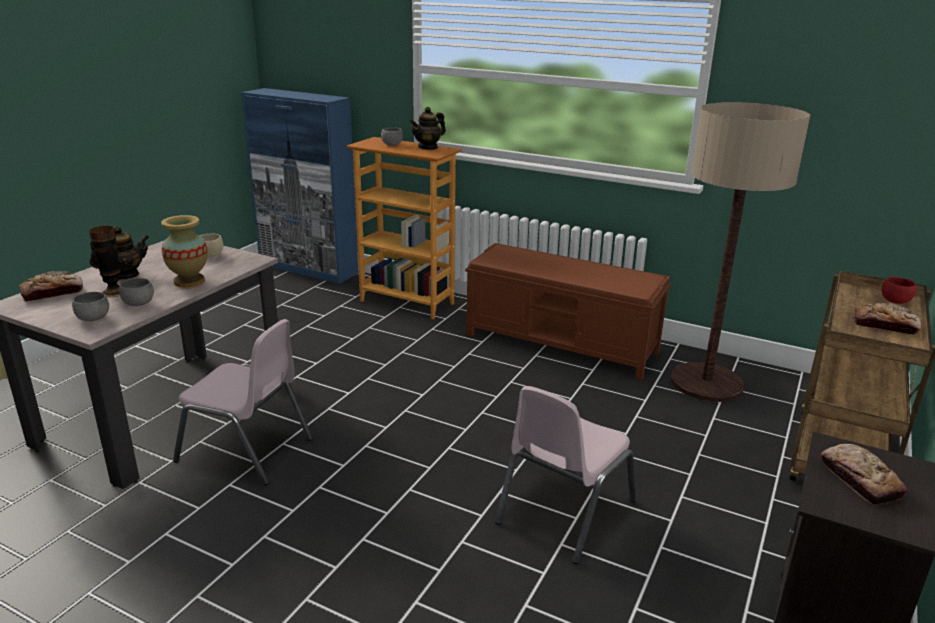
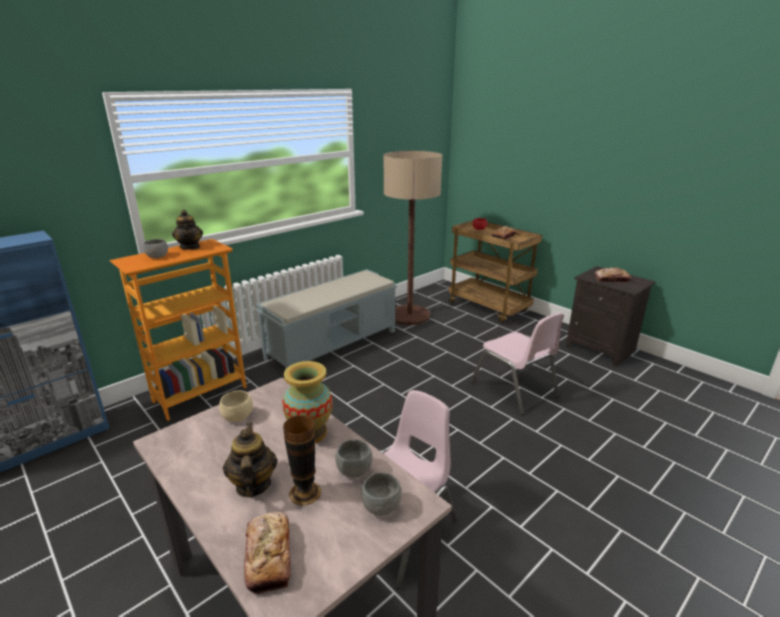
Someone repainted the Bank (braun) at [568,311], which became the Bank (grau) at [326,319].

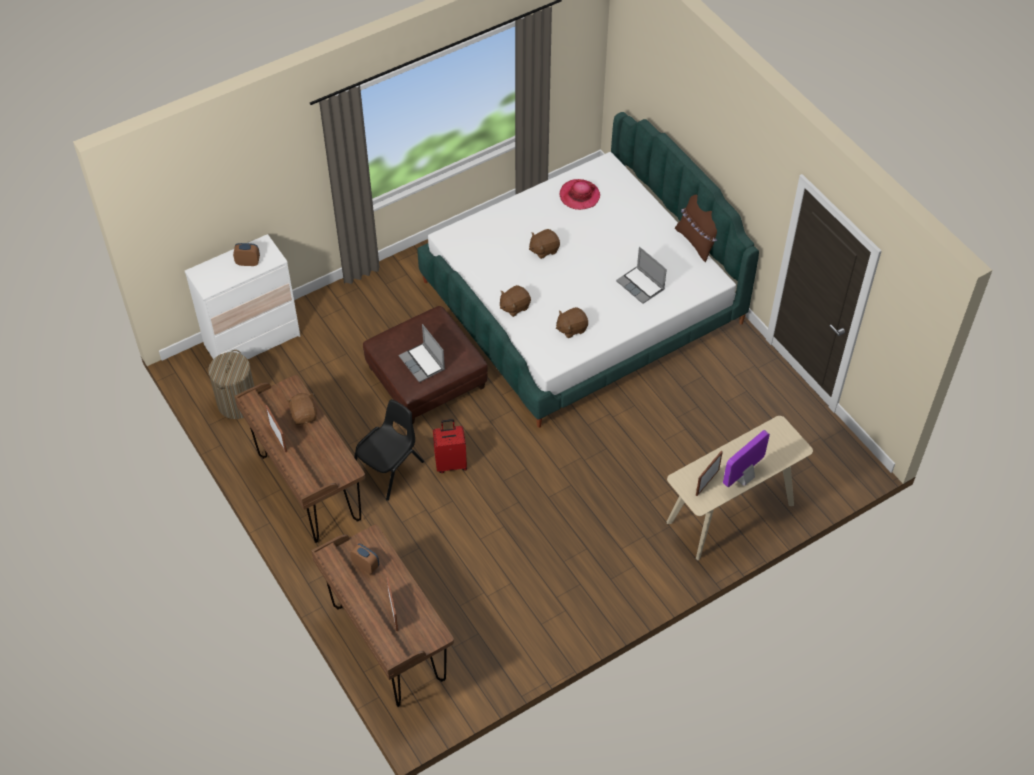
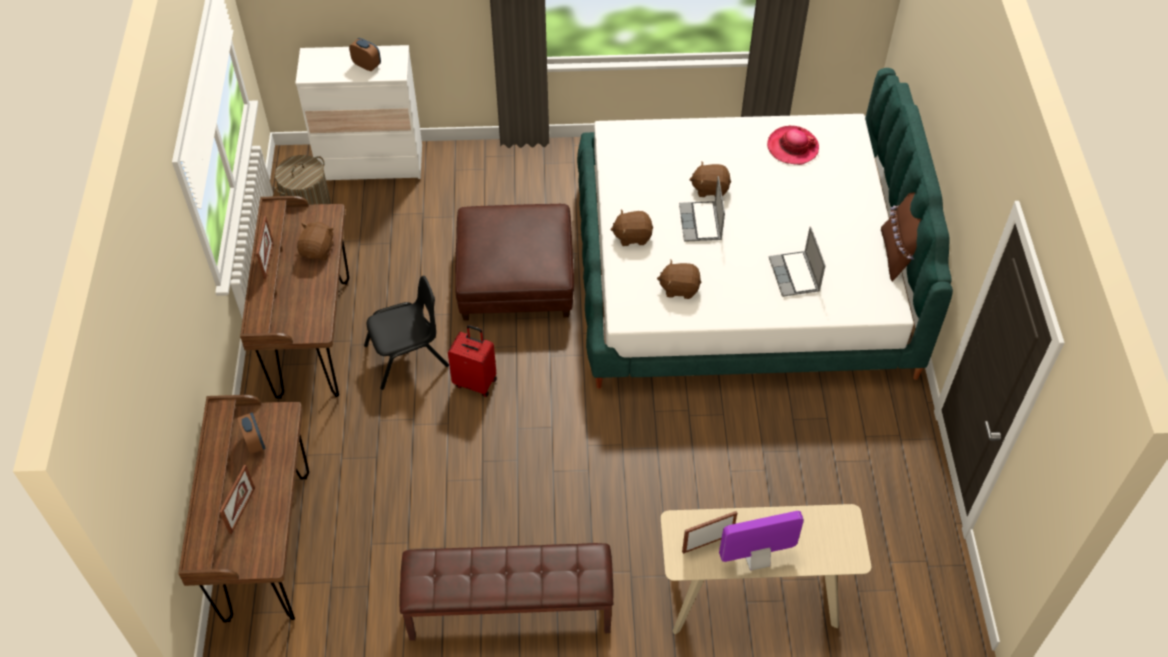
Someone carried the Laptop from [422,353] to [702,209].
Someone put down the Bank (braun) at [506,592].

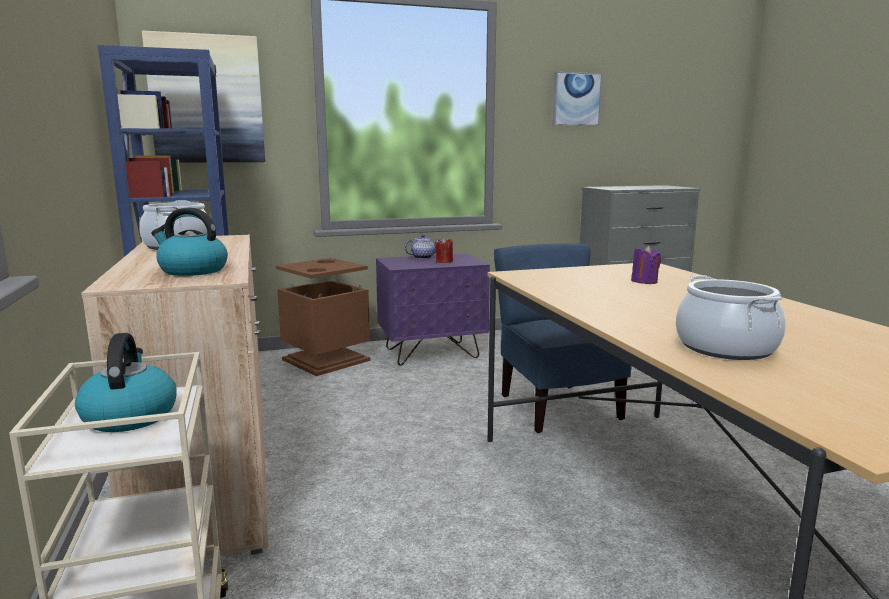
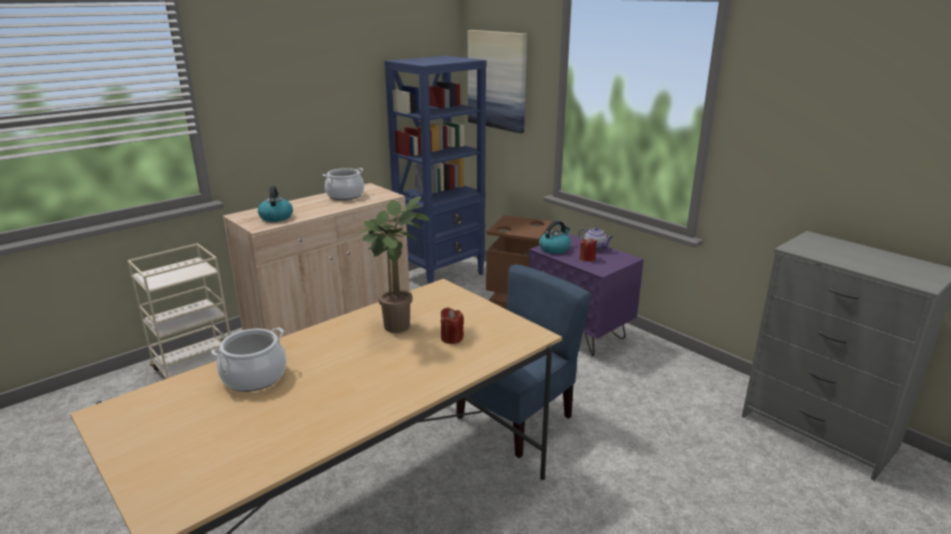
Someone took away the Bild at [577,99].
Someone repainted the Kerze (lila) at [646,264], which became the Kerze (rot) at [452,325].
Someone carried the Wasserkessel from [126,382] to [555,237].
Someone put down the Topfpflanze at [394,264].

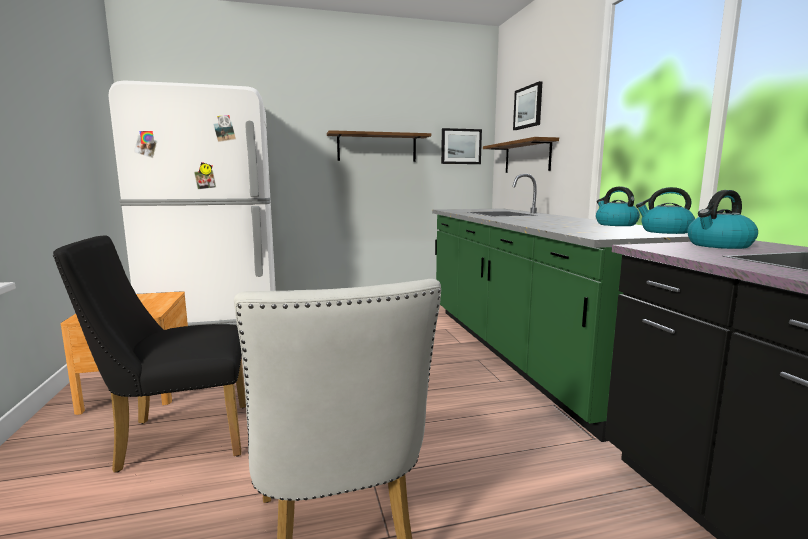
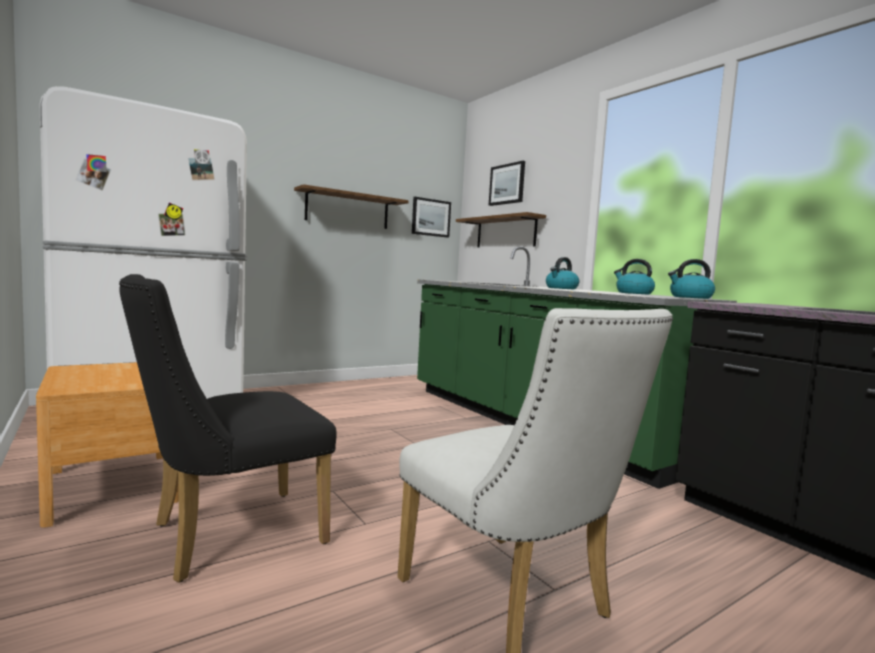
Someone carried the Wasserkessel from [722,219] to [562,273].

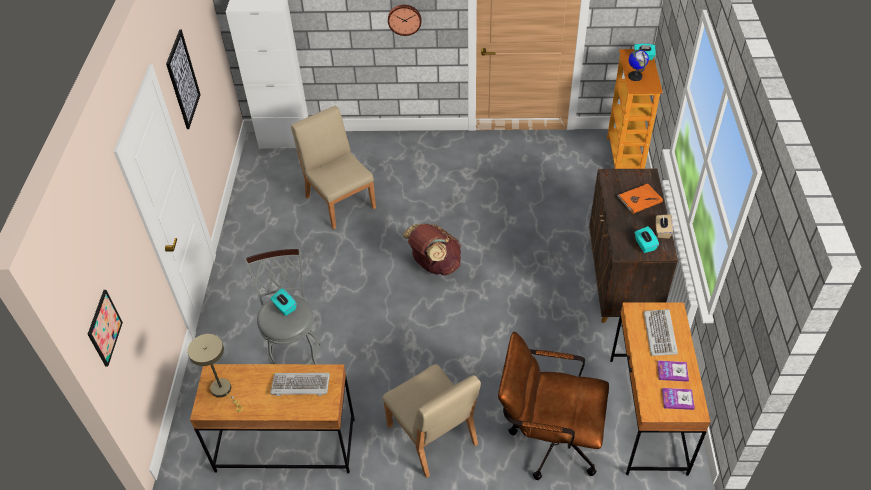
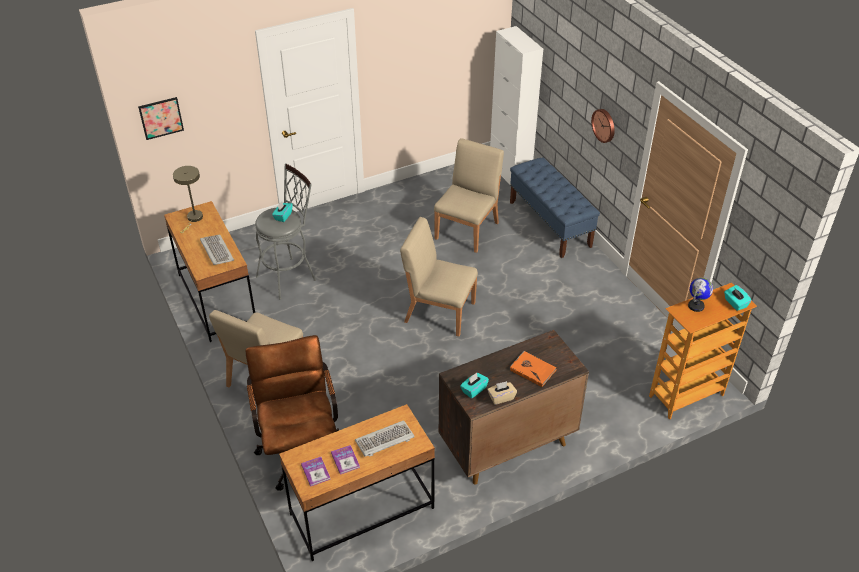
Someone took away the Bild at [183,79].
Someone swapped the Rucksack (braun) at [431,249] for the Stuhl (beige) at [439,276].
Someone put down the Bank (blau) at [555,207].

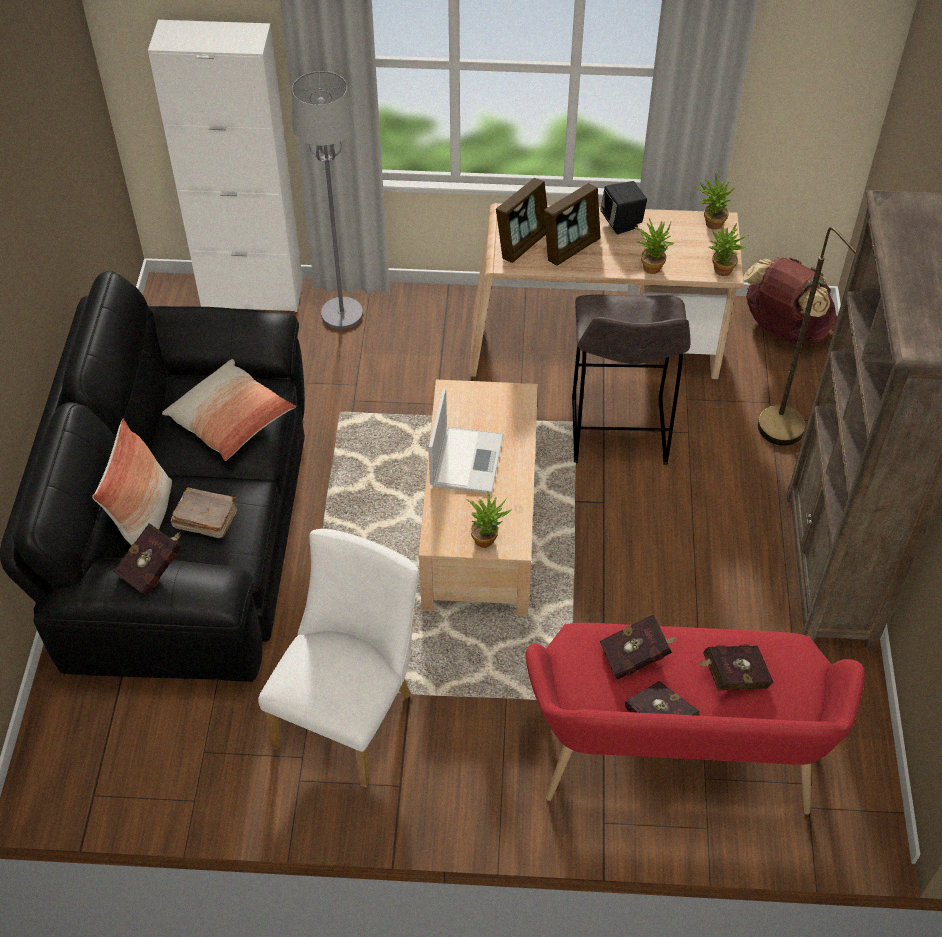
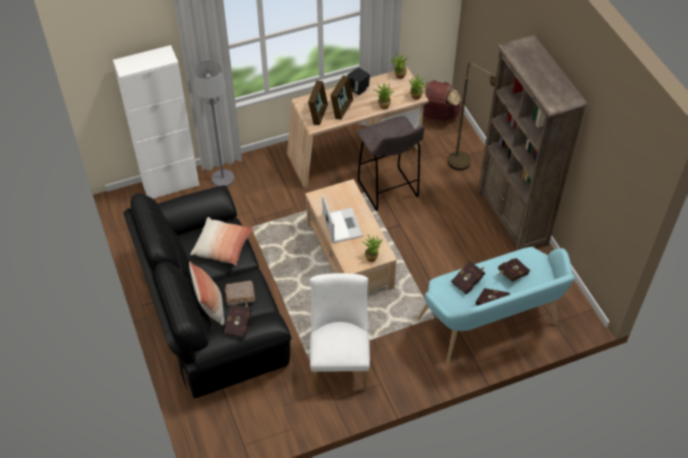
Someone repainted the Bank (rot) at [695,719], which became the Bank (türkis) at [496,305].

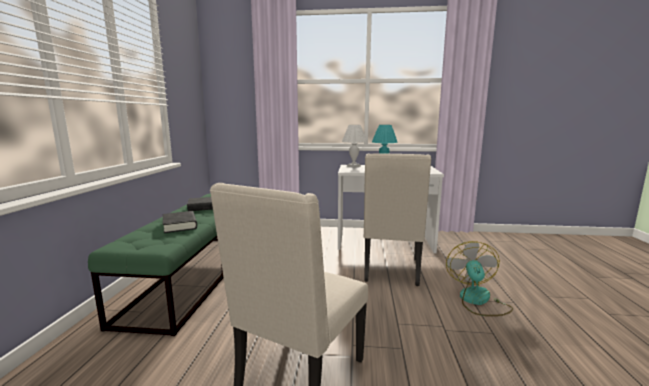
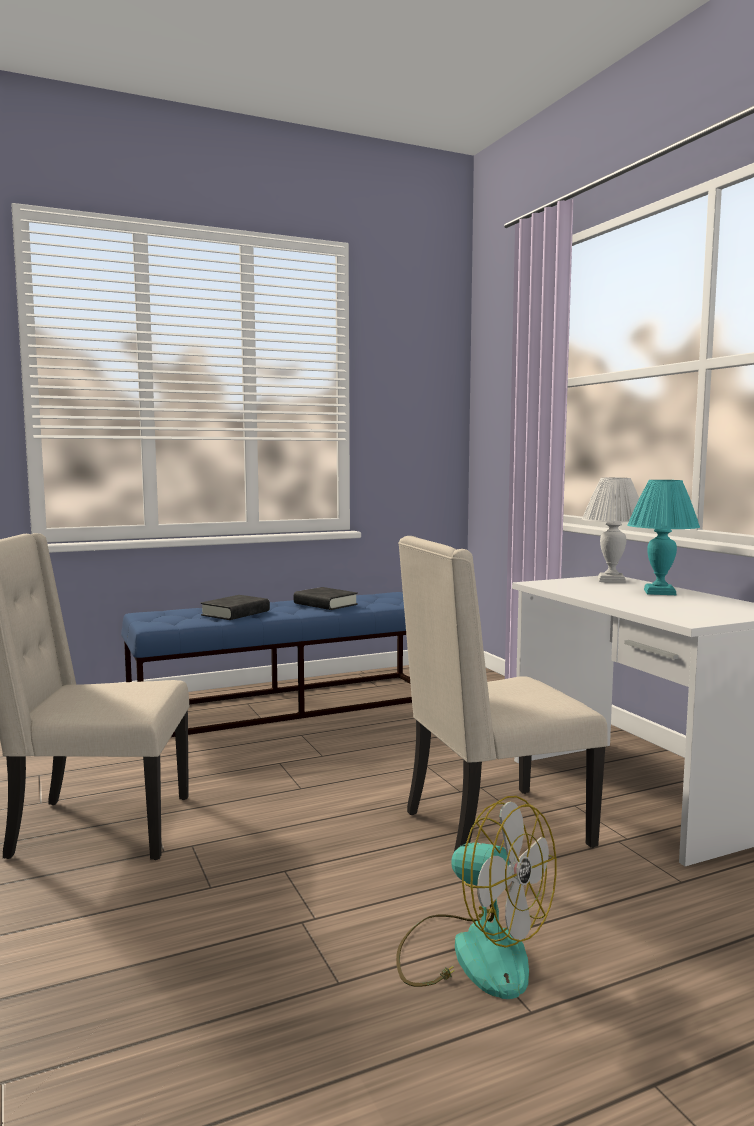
Someone repainted the Bank (grün) at [156,265], which became the Bank (blau) at [266,664].
Someone rotated the Ventilator at [479,278] by 60 degrees clockwise.

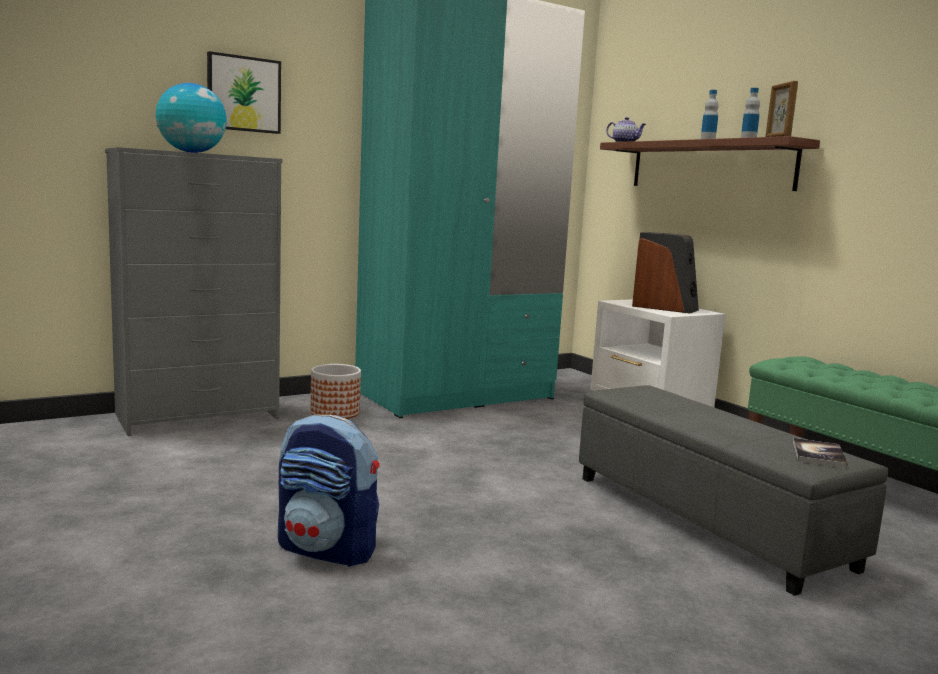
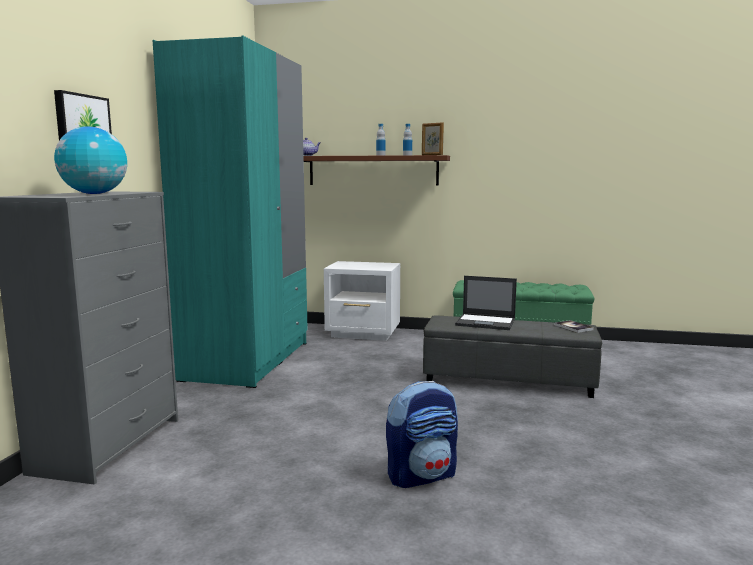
Someone took away the Lautsprecher at [665,272].
Someone took away the Pflanzkübel at [335,391].
Someone put down the Laptop at [486,303].

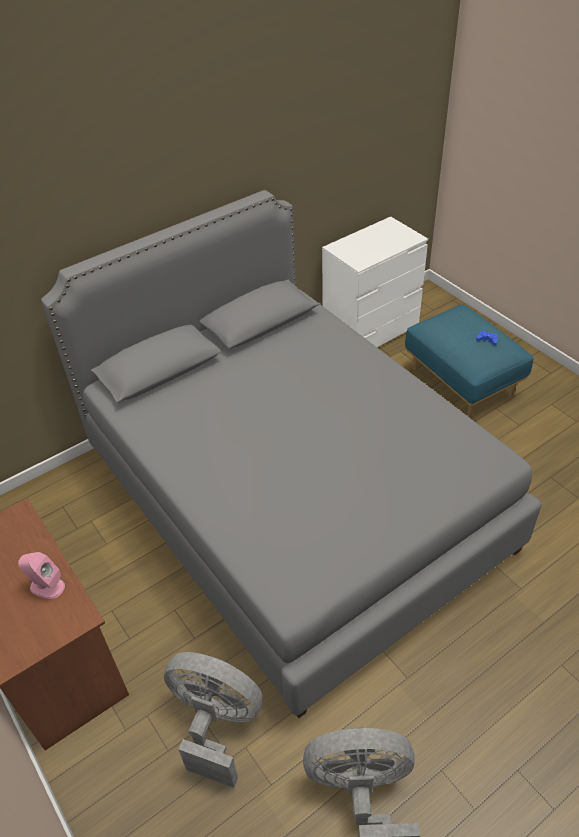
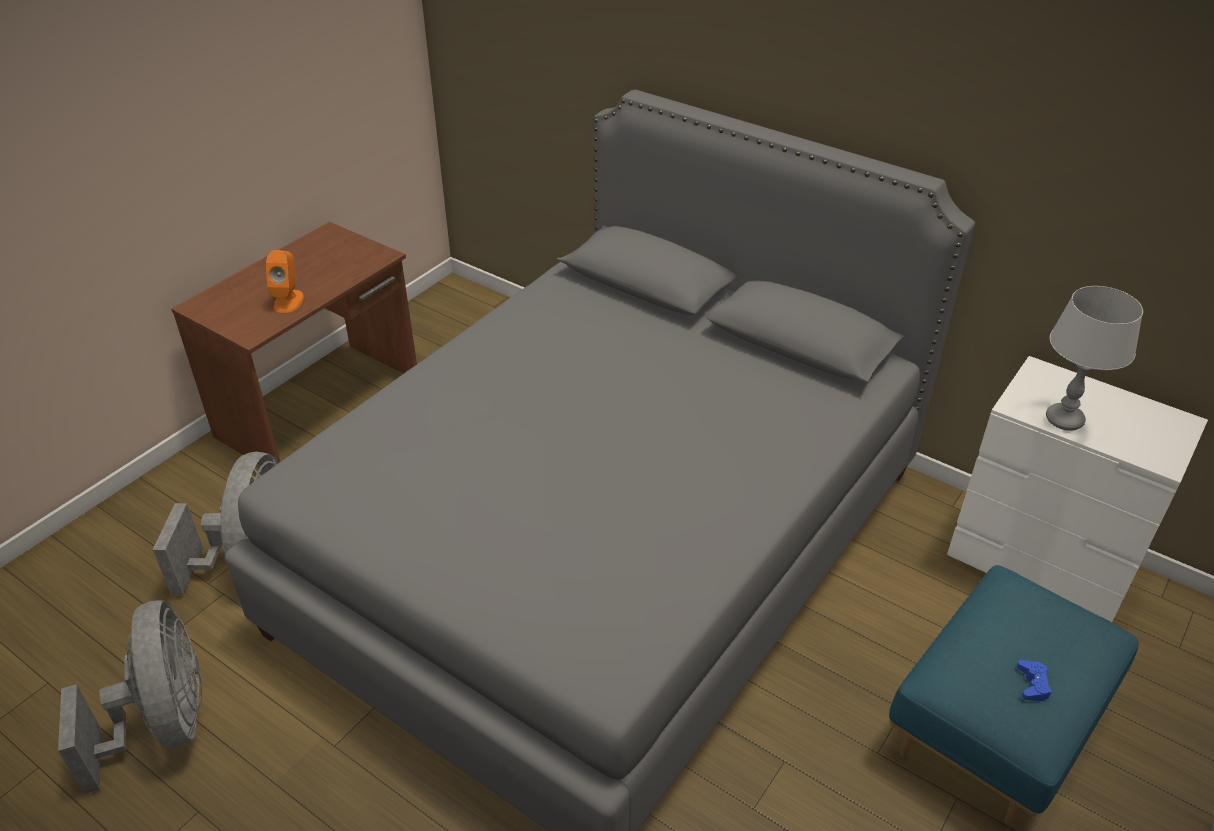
Someone repainted the Lautsprecher (rosa) at [41,575], which became the Lautsprecher (orange) at [285,281].
Someone put down the Tischlampe (grau) at [1094,358].

